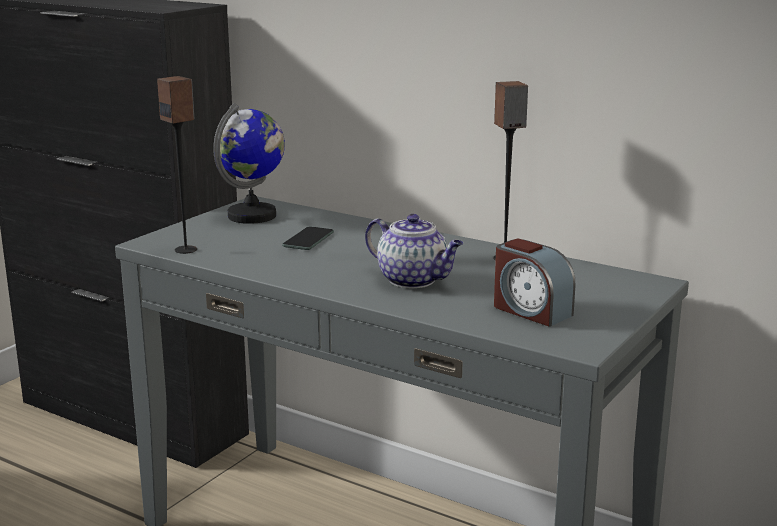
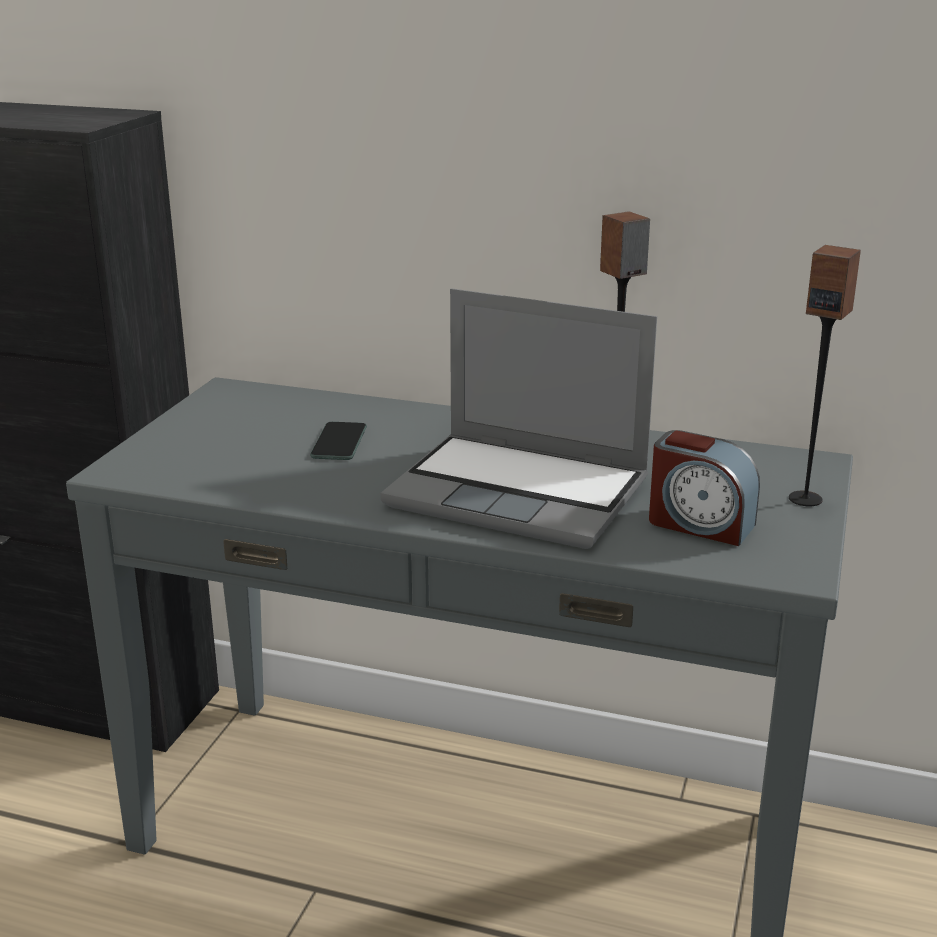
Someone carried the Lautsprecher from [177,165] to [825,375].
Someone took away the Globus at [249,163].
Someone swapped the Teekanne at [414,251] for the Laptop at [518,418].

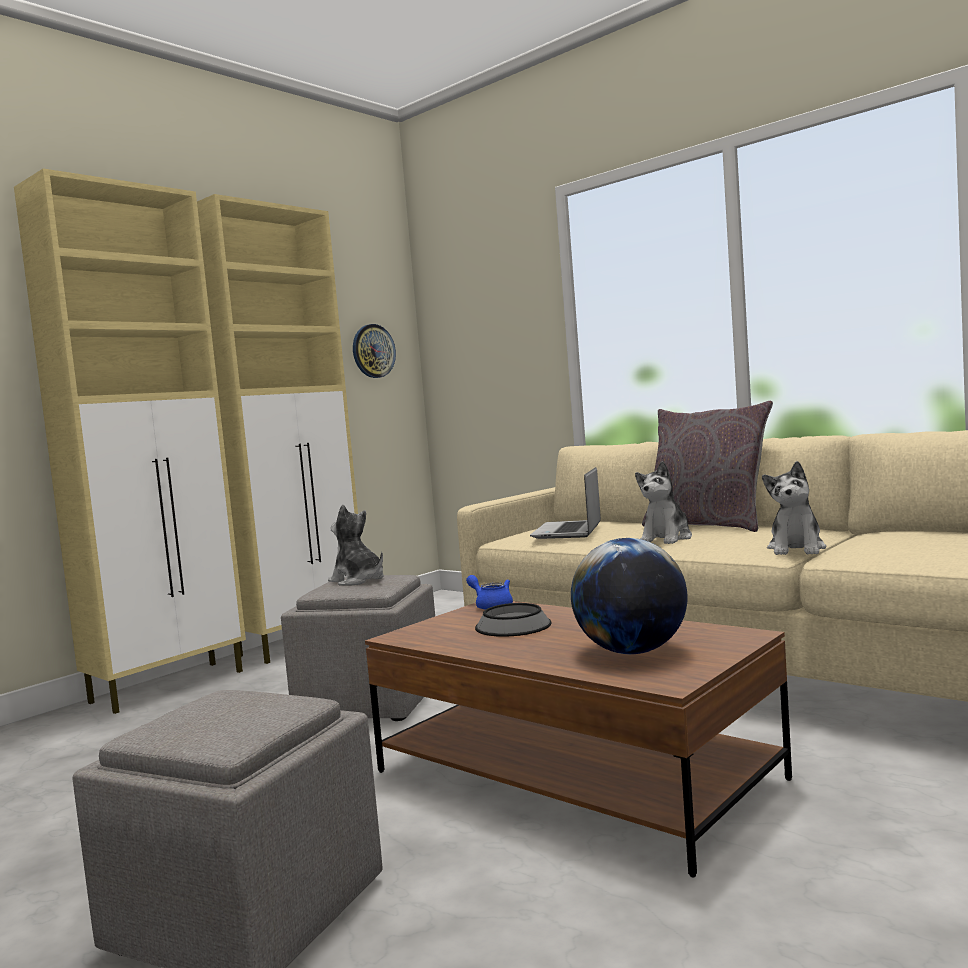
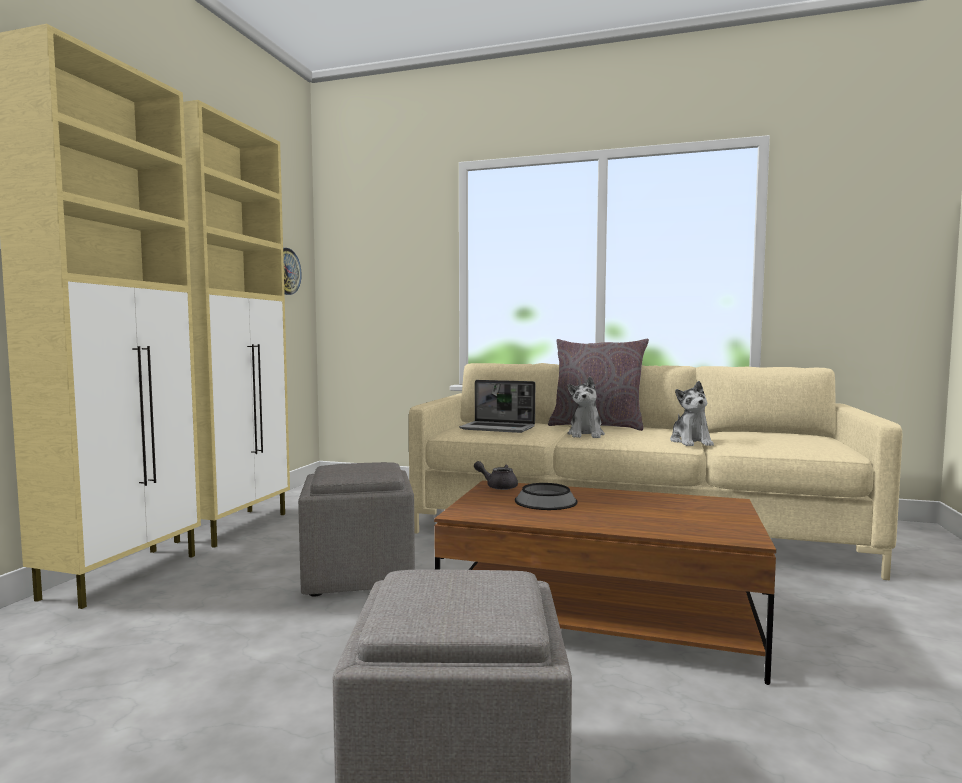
Someone rotated the Laptop at [565,503] by 60 degrees counterclockwise.
Someone took away the Plüschtier at [355,544].
Someone took away the Globus at [629,596].
Someone repainted the Teekanne (blau) at [489,592], which became the Teekanne (grau) at [496,475].

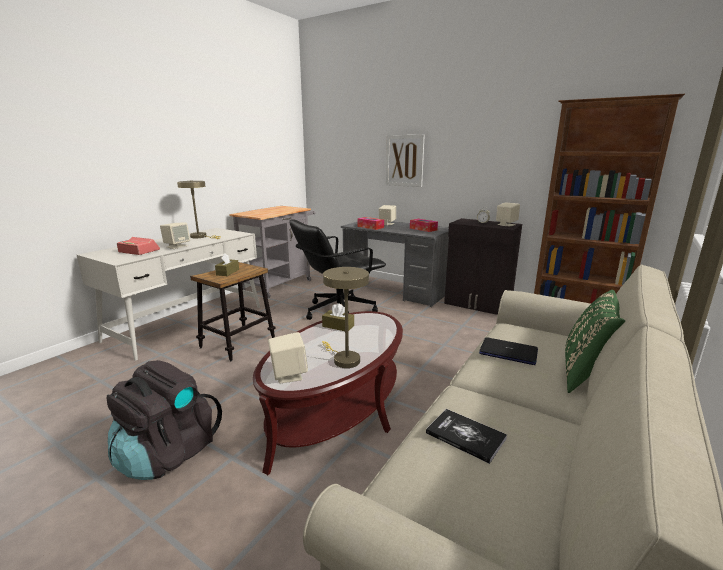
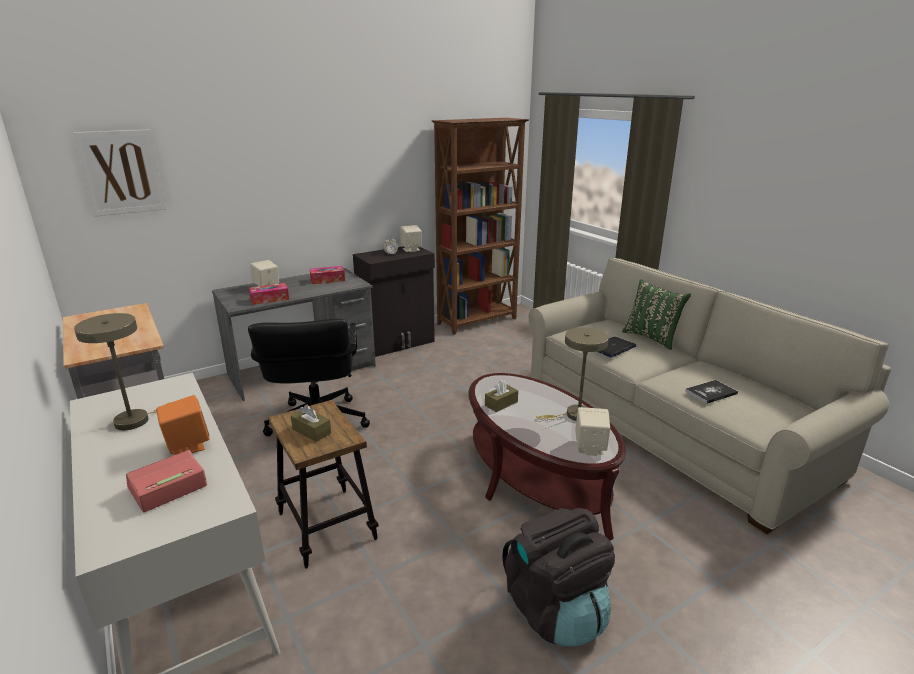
Someone carried the Bild from [405,161] to [119,173].
Someone repainted the Lautsprecher (beige) at [175,236], which became the Lautsprecher (orange) at [183,425].

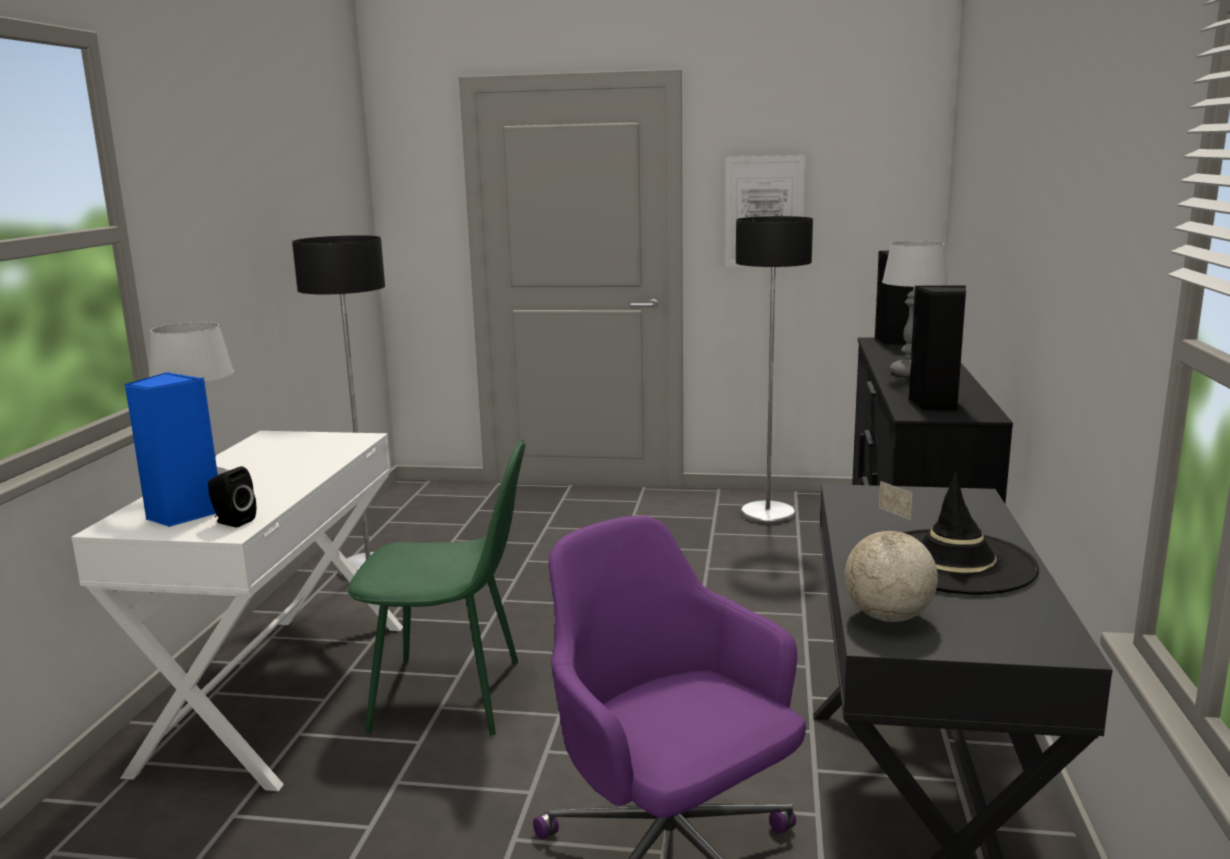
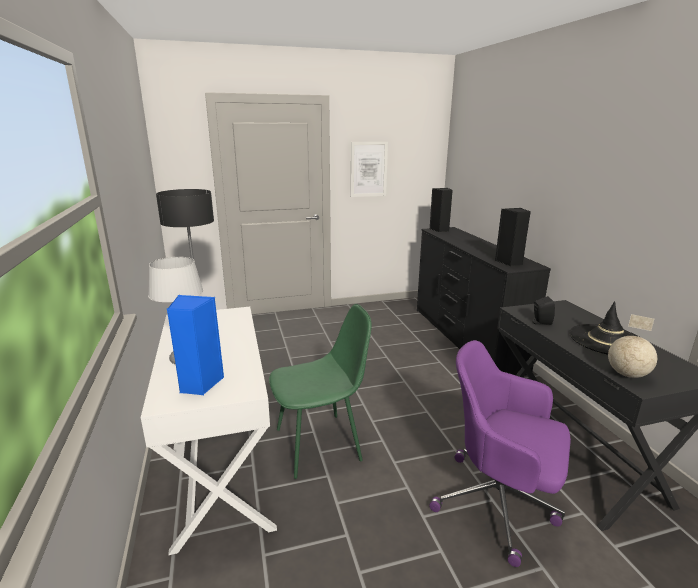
Someone took away the Stehlampe at [774,370].
Someone took away the Tischlampe at [915,308].
Someone carried the Lautsprecher (schwarz) from [232,496] to [543,310].

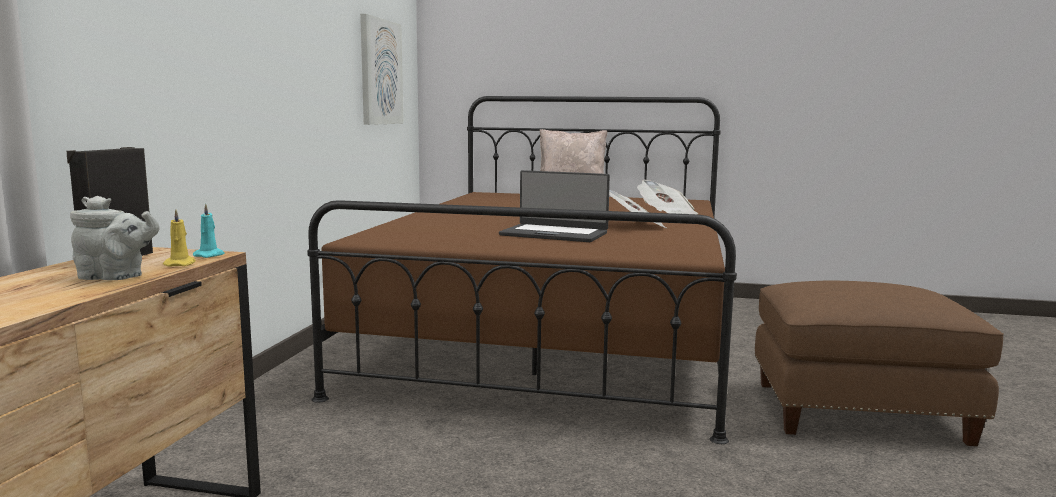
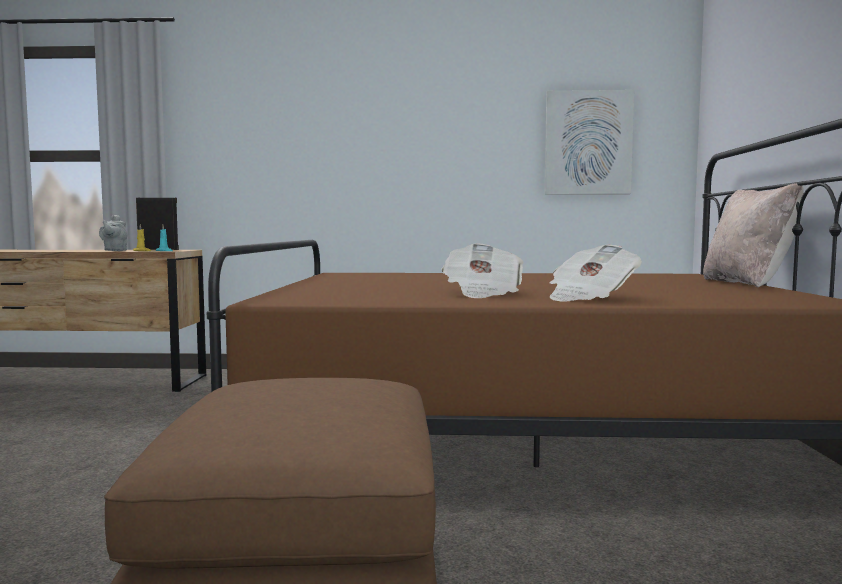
Someone took away the Laptop at [554,206].

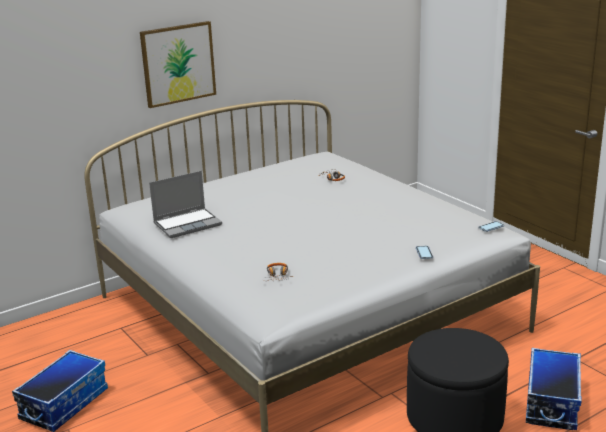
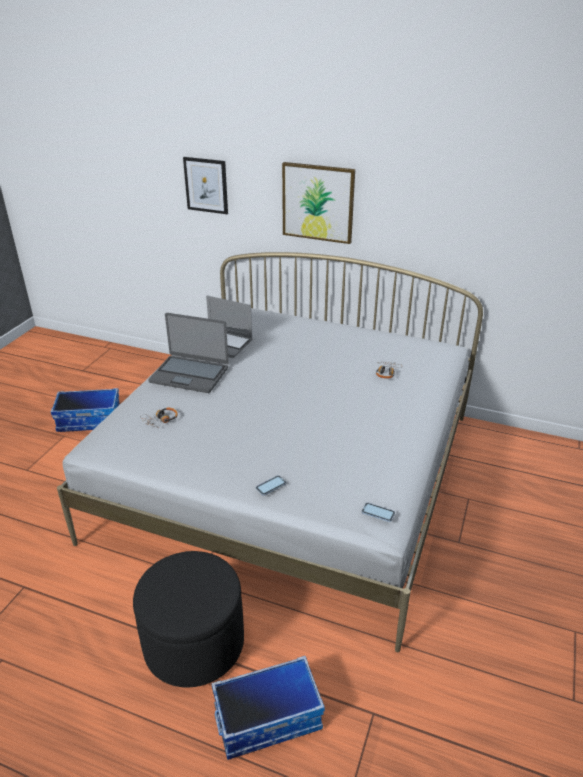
Someone put up the Bild at [205,185].
Someone put down the Laptop at [188,353].

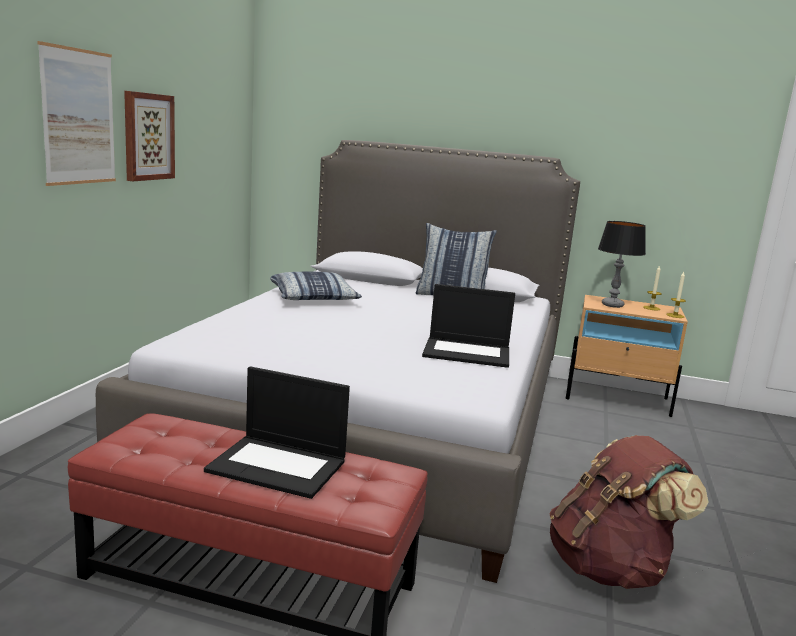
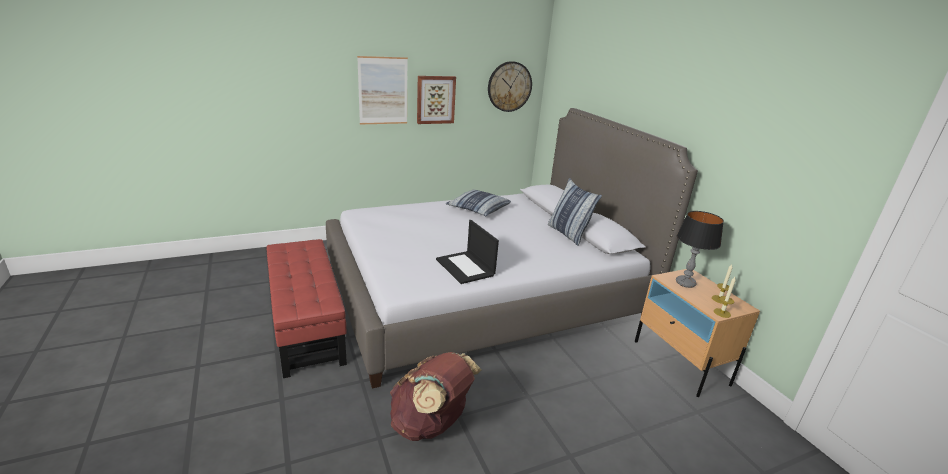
Someone took away the Laptop at [277,432].
Someone put up the Wanduhr at [510,86].

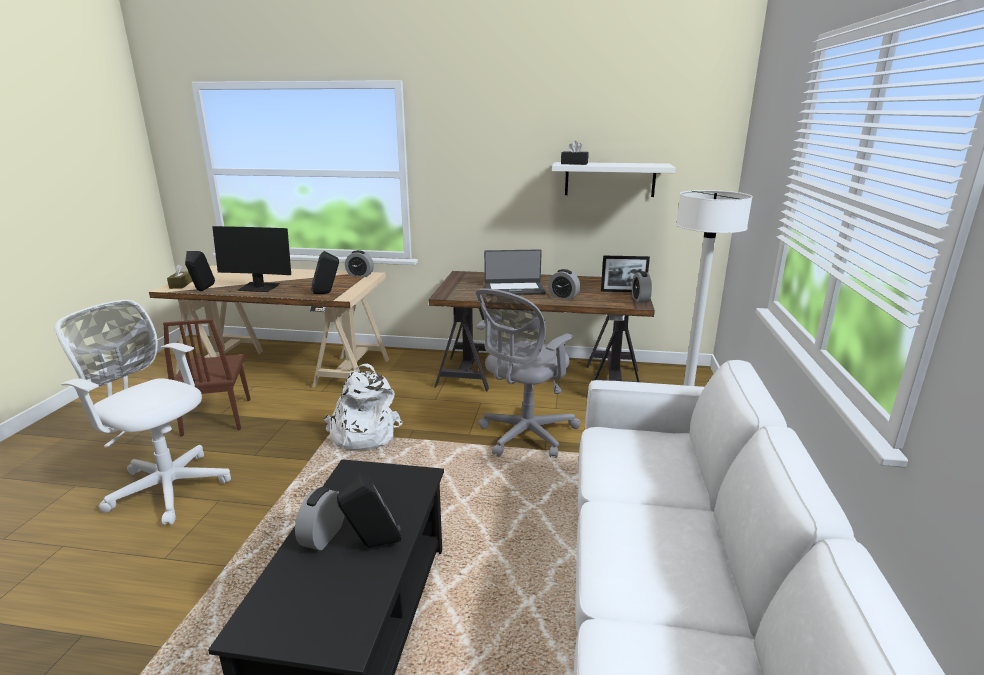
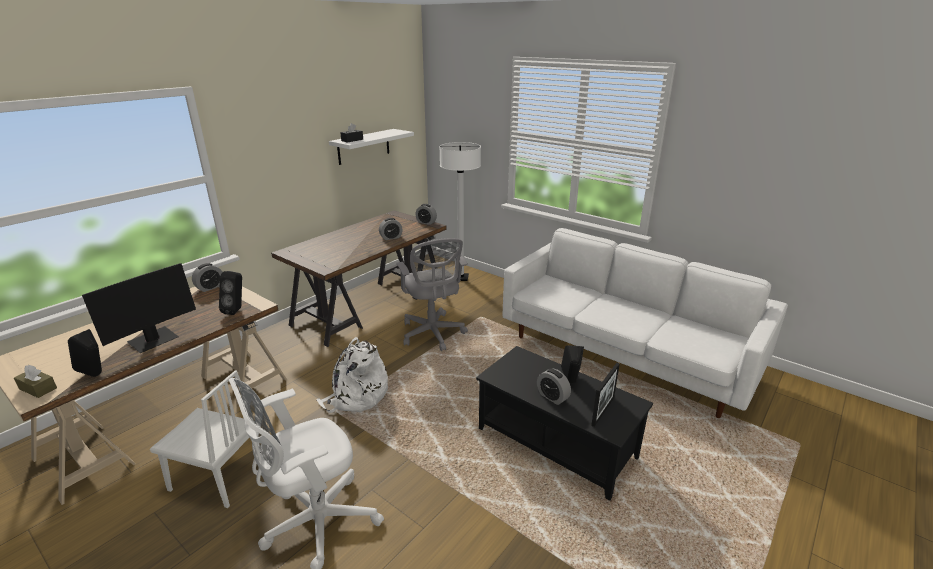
Someone took away the Laptop at [515,272].
Someone carried the Bilderrahmen from [625,273] to [605,395].
Someone repainted the Stuhl (braun) at [206,378], which became the Stuhl (weiß) at [205,439].

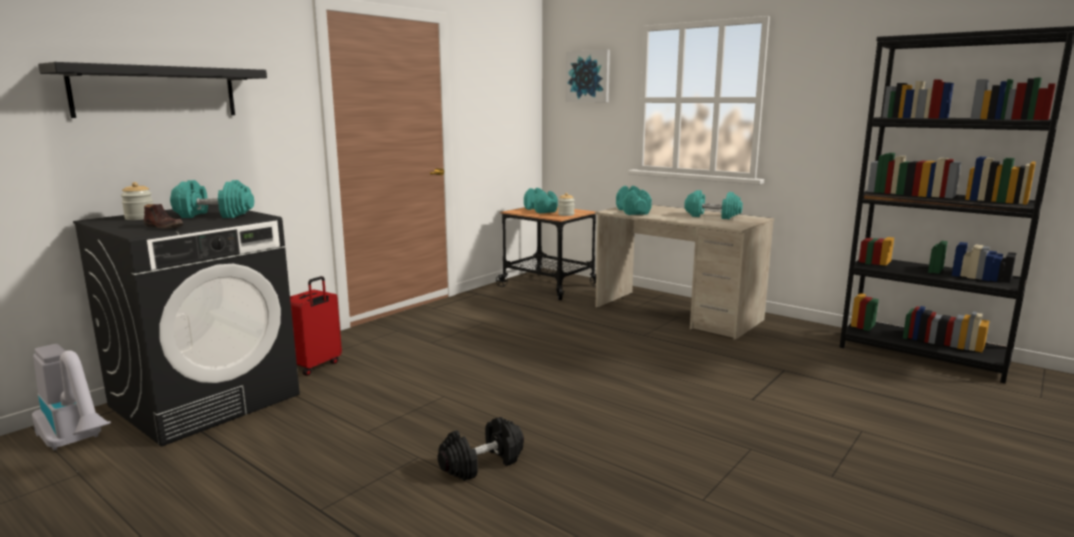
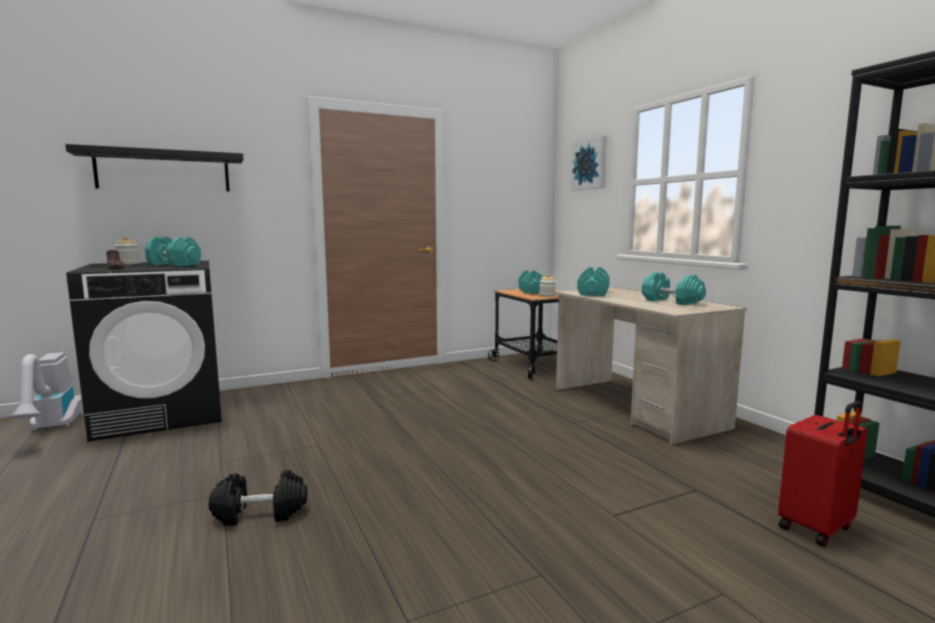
Someone carried the Koffer (rot) from [316,326] to [822,474].

